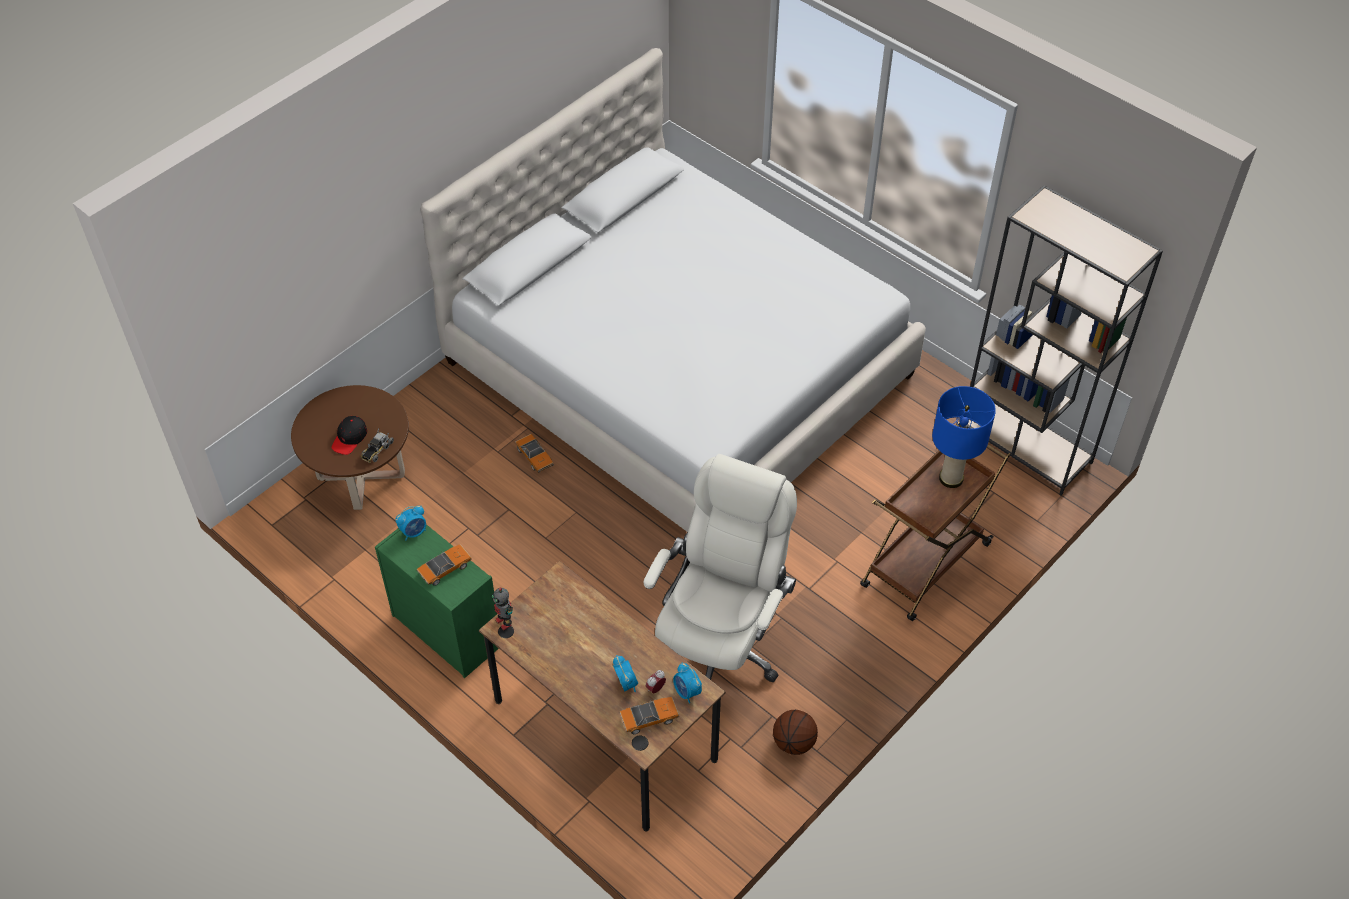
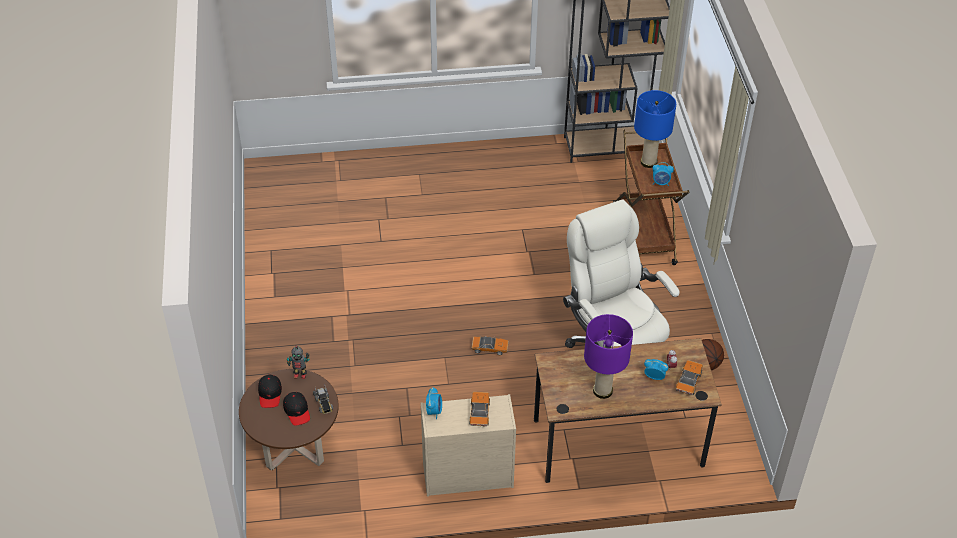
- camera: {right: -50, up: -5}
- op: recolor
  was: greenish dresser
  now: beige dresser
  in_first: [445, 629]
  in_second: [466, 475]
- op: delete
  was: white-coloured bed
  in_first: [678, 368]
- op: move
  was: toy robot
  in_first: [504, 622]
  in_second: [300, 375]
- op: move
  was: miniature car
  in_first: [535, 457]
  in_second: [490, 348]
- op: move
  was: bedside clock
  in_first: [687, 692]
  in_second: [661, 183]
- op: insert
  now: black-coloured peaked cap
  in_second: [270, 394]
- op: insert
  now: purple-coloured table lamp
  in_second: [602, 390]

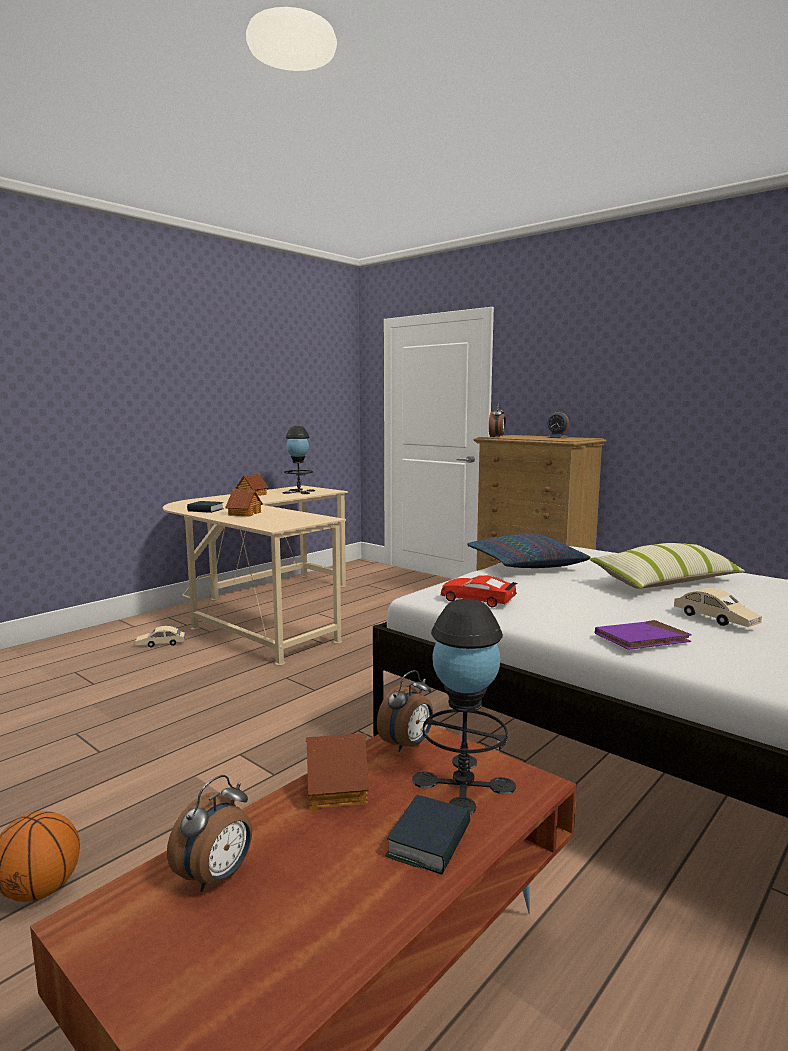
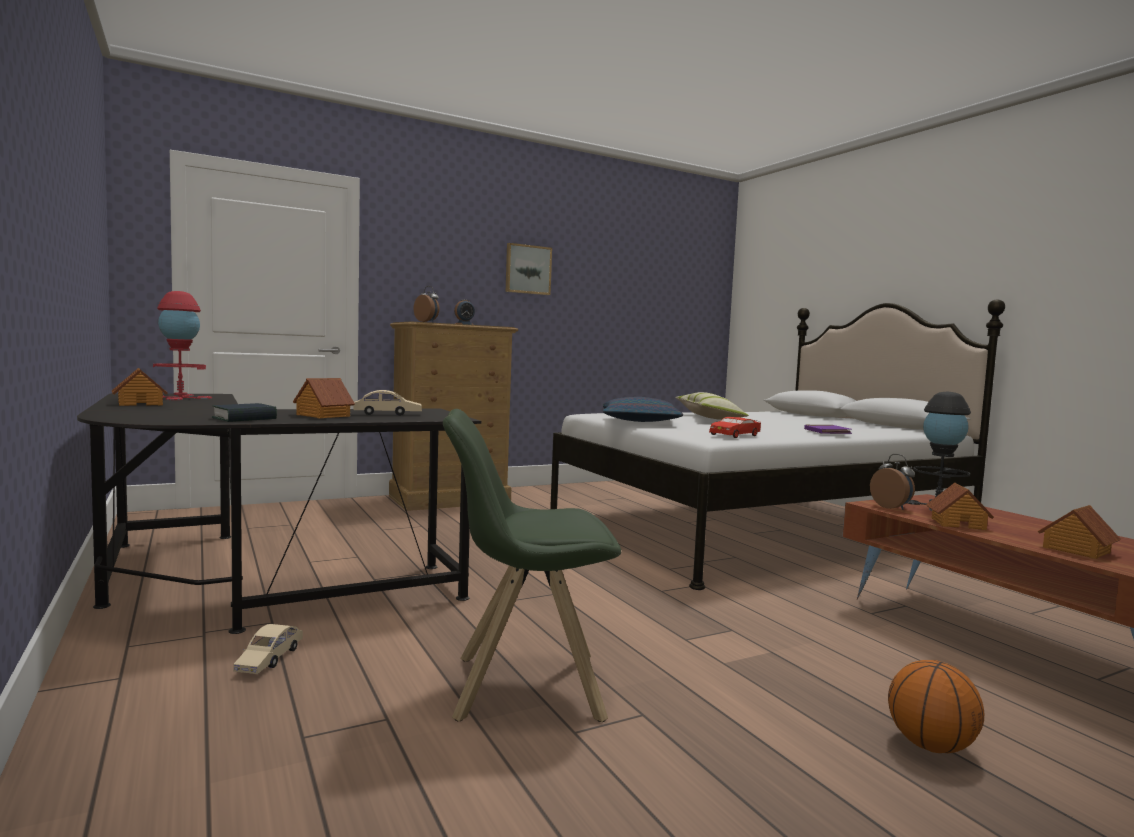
- camera: {right: -70, up: -5}
- op: recolor
  was: beige desk
  now: black-coloured desk
  in_first: [263, 612]
  in_second: [245, 585]
- op: replace
  was: bedside clock
  now: miniature house
  in_first: [216, 877]
  in_second: [1075, 550]
- op: recolor
  was: black-coloured table lamp
  now: red-coloured table lamp
  in_first: [299, 492]
  in_second: [180, 397]
- op: delete
  was: bound book
  in_first: [429, 841]
- op: move
  was: beige miniature car
  in_first: [715, 619]
  in_second: [388, 414]
- op: insert
  now: greenish plain chair
  in_second: [526, 686]
- op: insert
  now: wall art
  in_second: [527, 269]

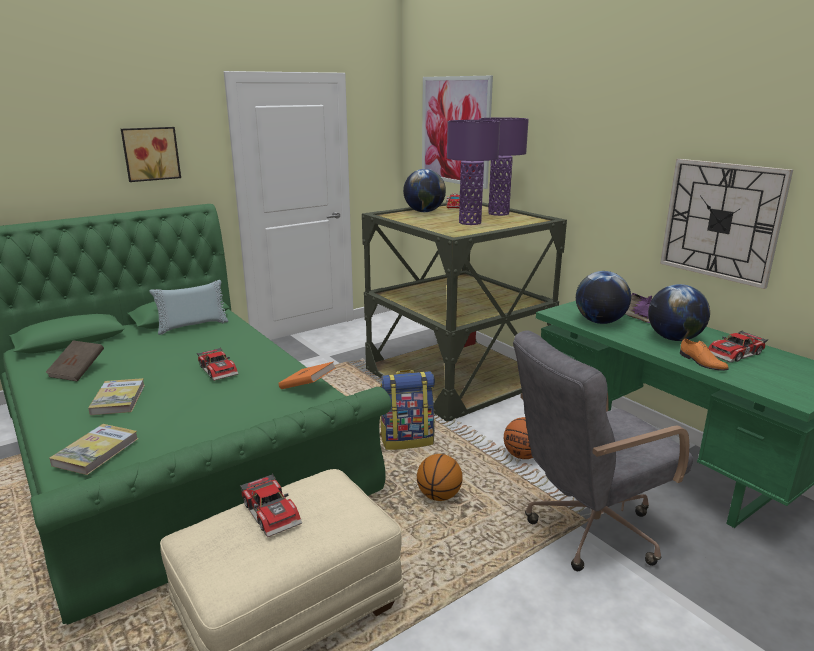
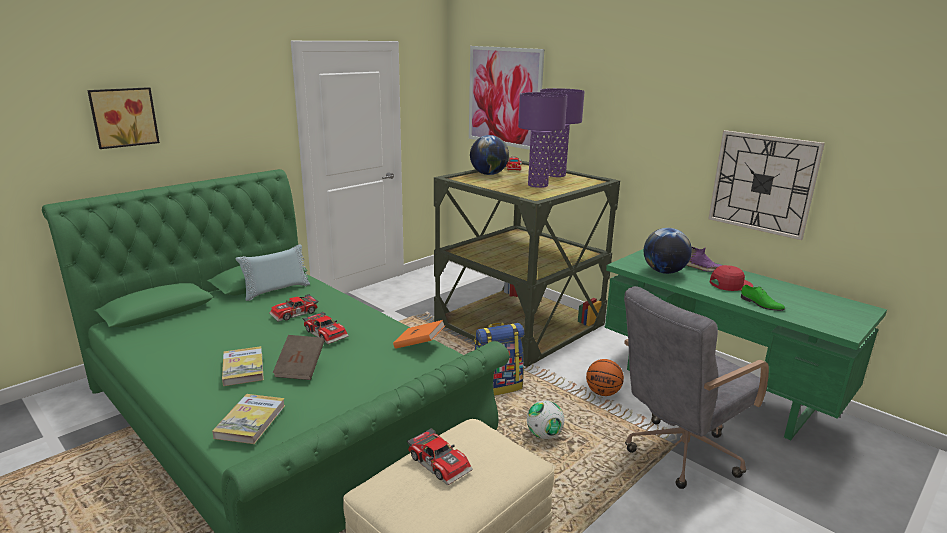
- camera: {right: -10, up: 0}
- op: move
  was: brownish bound book
  in_first: [78, 371]
  in_second: [300, 368]
- op: move
  was: wall art
  in_first: [150, 153]
  in_second: [123, 117]
- op: replace
  was: basketball ball
  now: football ball
  in_first: [439, 496]
  in_second: [544, 435]
- op: replace
  was: desk globe
  now: red-coloured peaked cap
  in_first: [673, 339]
  in_second: [730, 284]
- op: recolor
  was: orangey low shoe
  now: greenish low shoe
  in_first: [701, 362]
  in_second: [761, 304]
- op: move
  was: miniature car
  in_first: [736, 354]
  in_second: [295, 313]

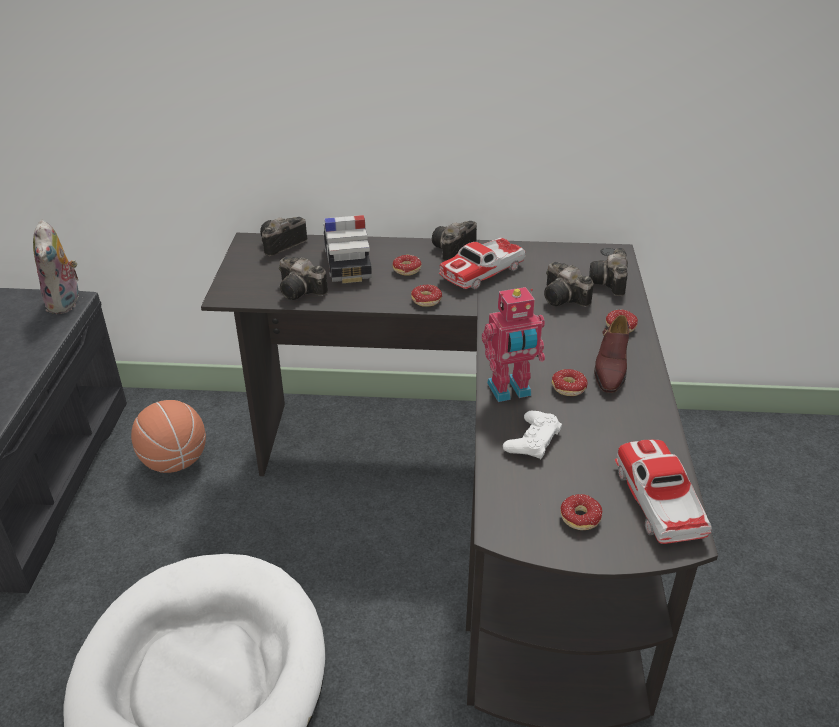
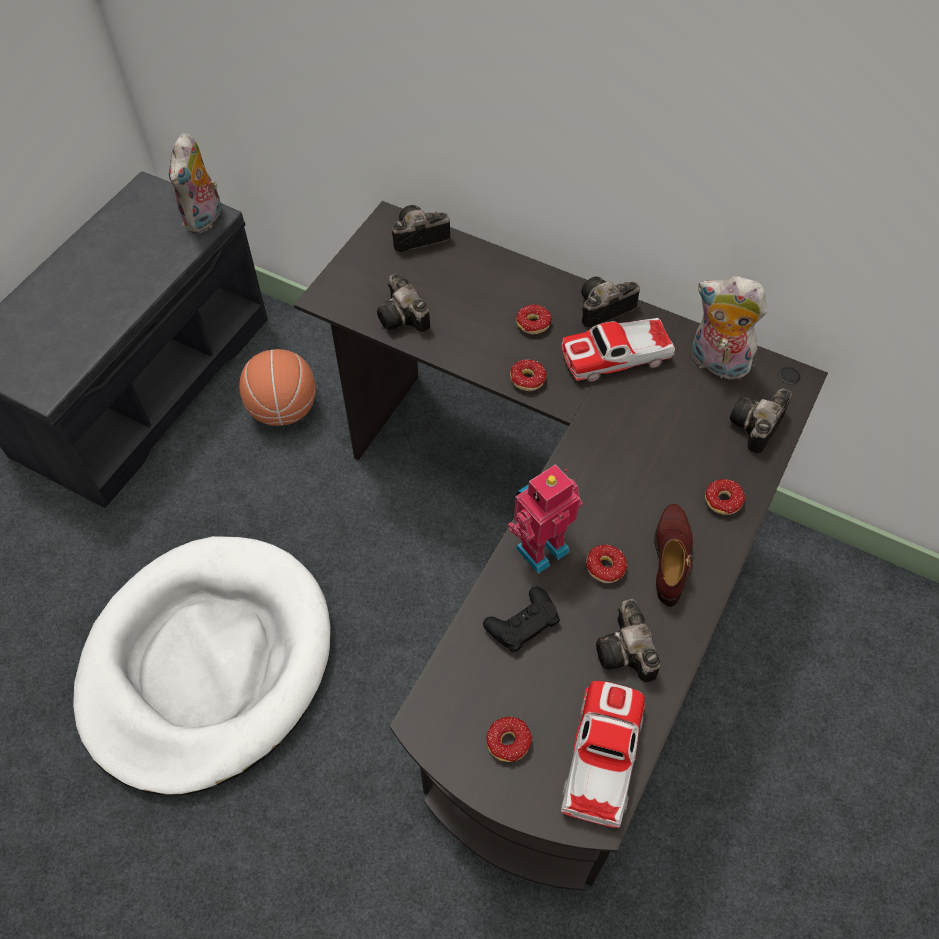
- camera: {right: 25, up: 20}
- op: delete
  was: miniature car
  in_first: [347, 264]
- op: rotate
  was: toy robot
  in_first: [510, 391]
  in_second: [540, 547]
  clockwise: 135
- op: recolor
  was: white-coloured game controller
  now: black-coloured game controller
  in_first: [532, 440]
  in_second: [522, 623]
- op: move
  was: photo camera
  in_first: [565, 299]
  in_second: [627, 654]
- op: rotate
  was: brownish low shoe
  in_first: [610, 367]
  in_second: [671, 557]
  clockwise: 150
- op: insert
  now: cuddly toy
  in_second: [715, 363]

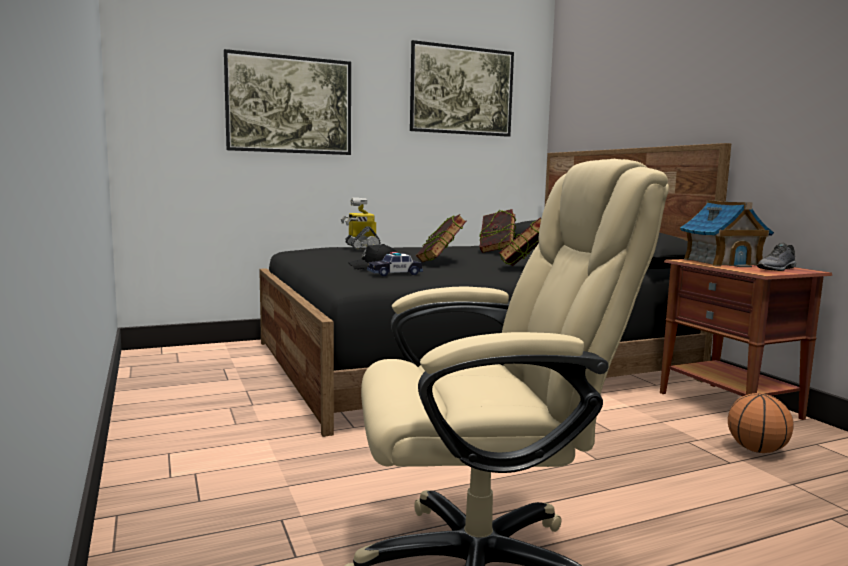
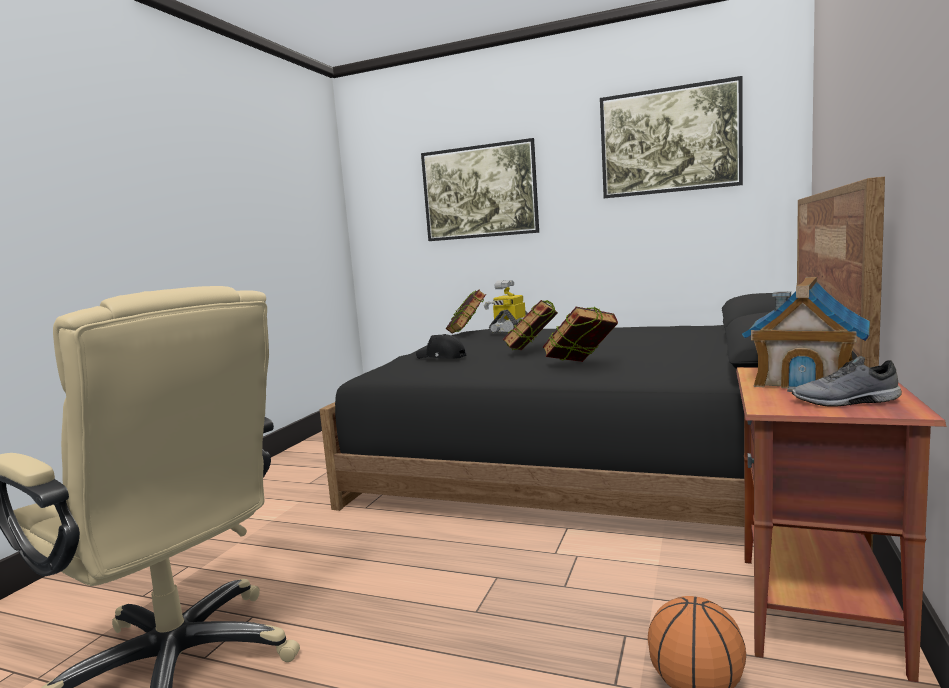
- camera: {right: 45, up: 0}
- op: delete
  was: miniature car
  in_first: [394, 273]
- op: move
  was: bound book
  in_first: [496, 252]
  in_second: [467, 333]

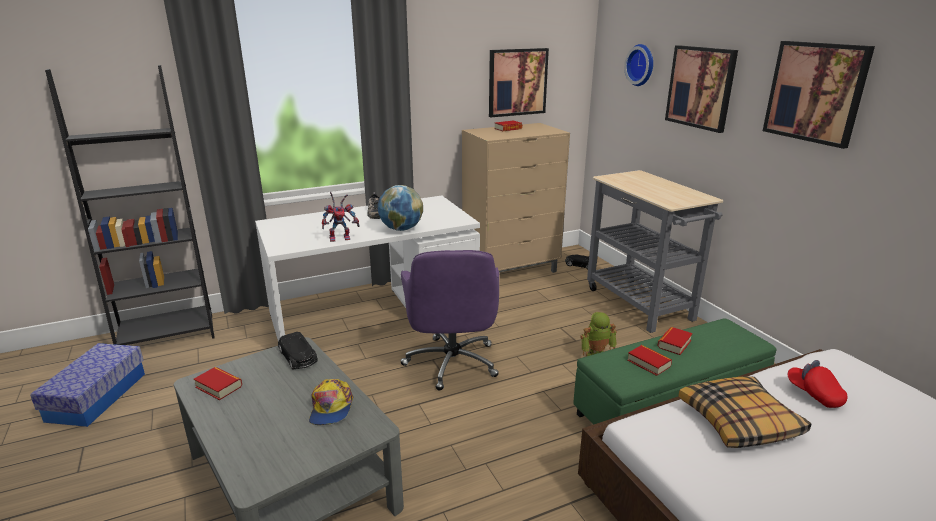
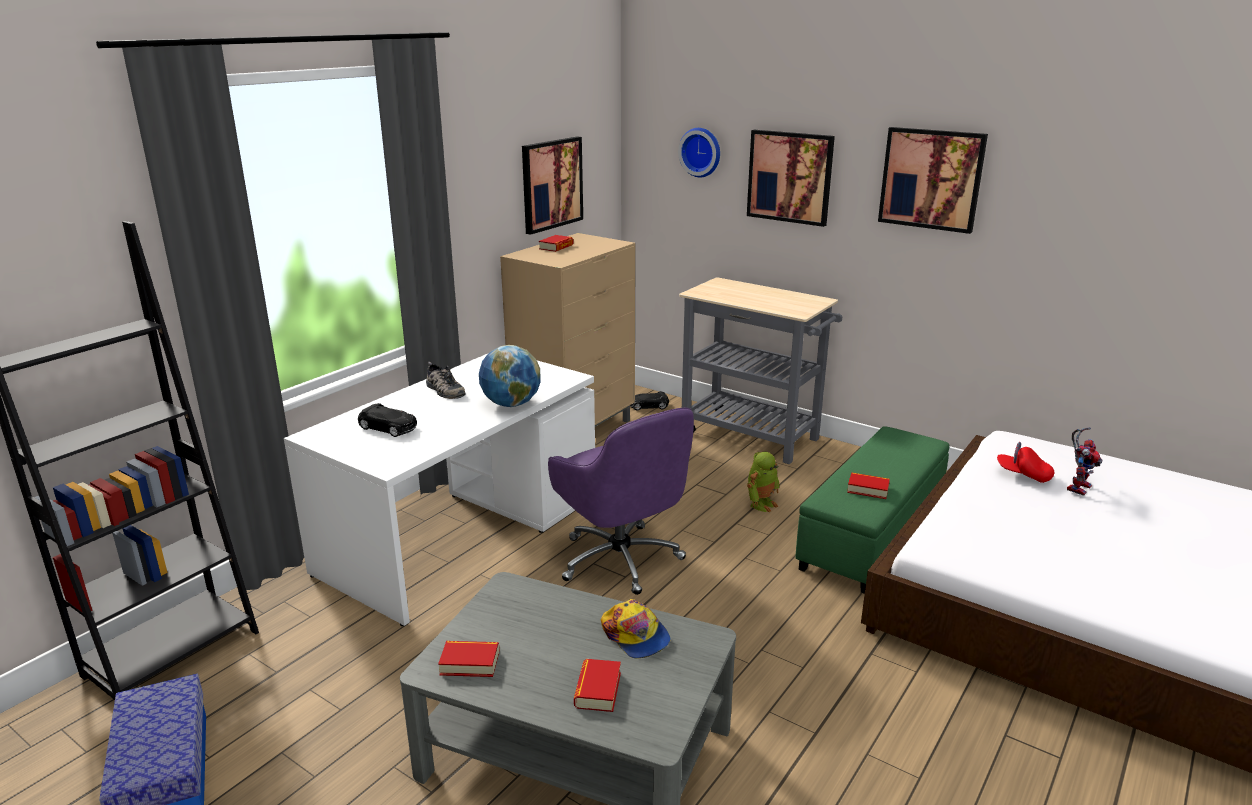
- camera: {right: -30, up: 0}
- op: move
  was: black-coloured miniature car
  in_first: [298, 357]
  in_second: [389, 428]
- op: move
  was: toy robot
  in_first: [341, 238]
  in_second: [1077, 486]
- op: move
  was: bound book
  in_first: [674, 344]
  in_second: [598, 690]
- op: delete
  was: pillow
  in_first: [739, 422]

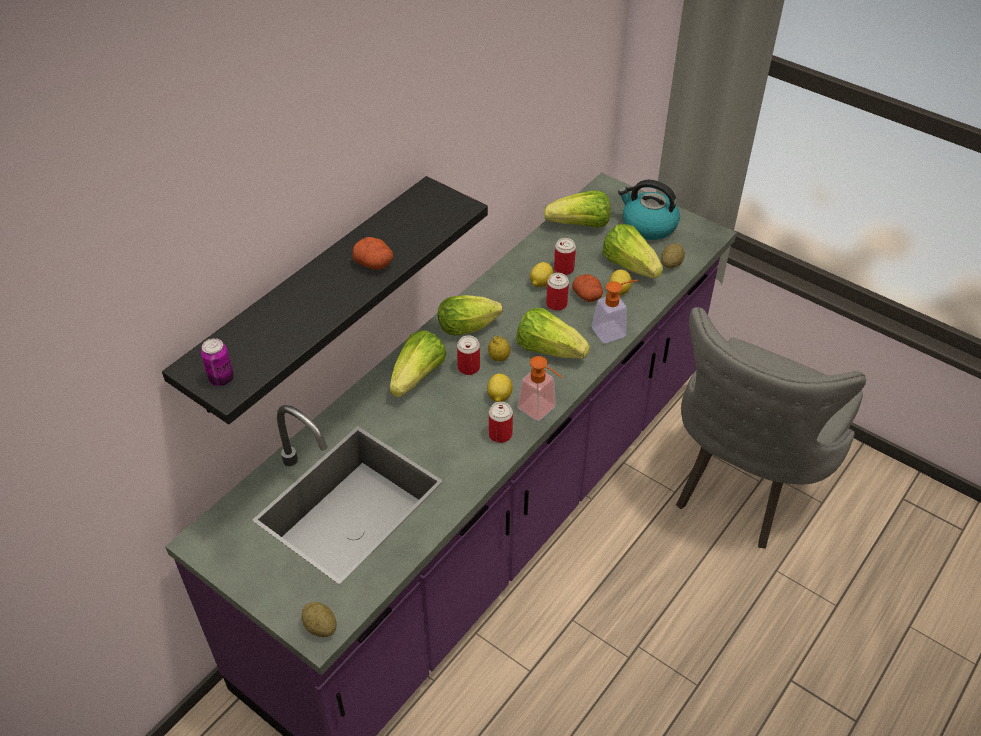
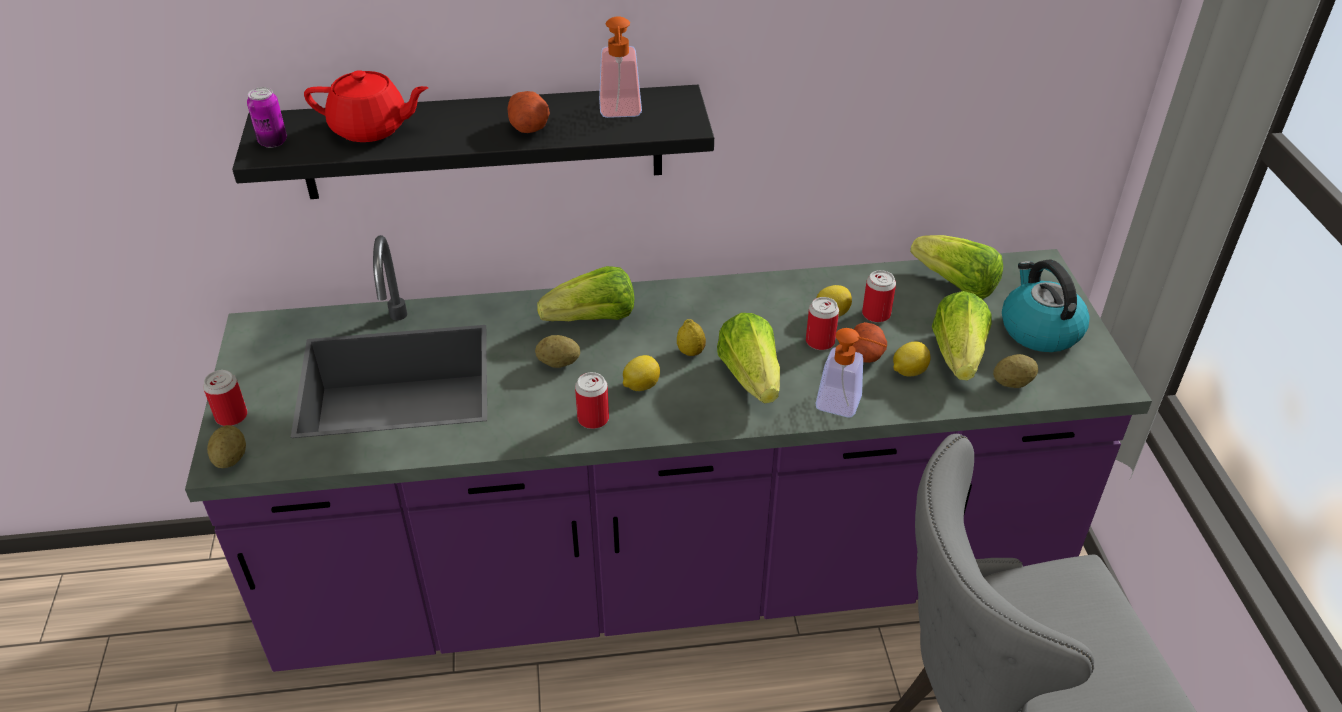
- camera: {right: 45, up: -5}
- op: delete
  was: lettuce head
  in_first: [471, 327]
- op: move
  was: metal can
  in_first: [468, 368]
  in_second: [231, 416]
- op: move
  was: soap dispenser
  in_first: [541, 411]
  in_second: [621, 113]
- op: insert
  now: red-coloured tea pot
  in_second: [371, 129]
- op: insert
  now: potato
  in_second: [558, 363]

